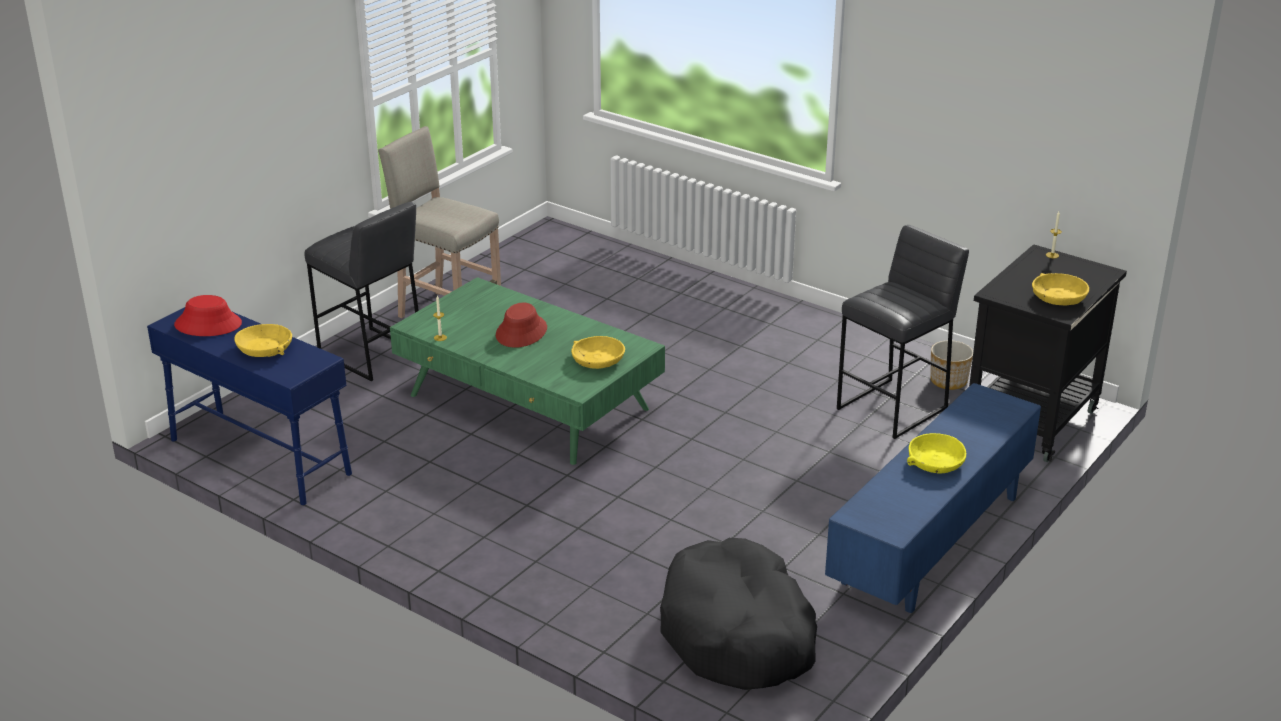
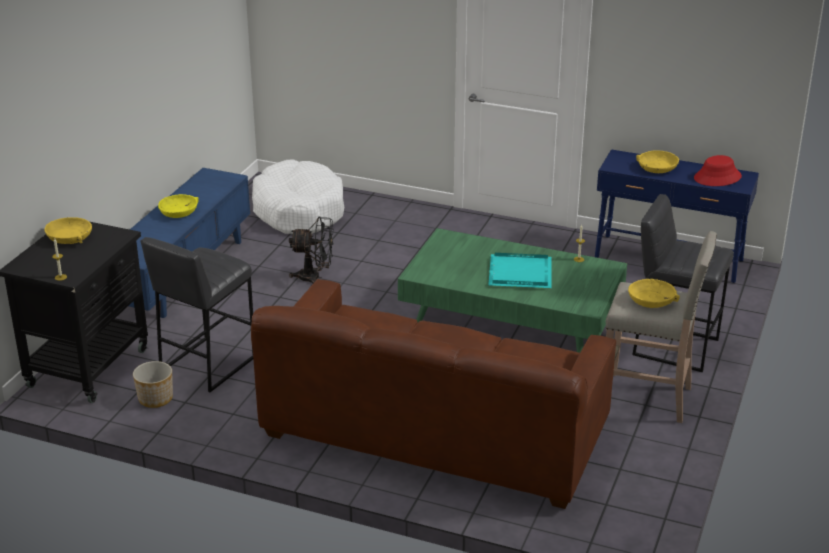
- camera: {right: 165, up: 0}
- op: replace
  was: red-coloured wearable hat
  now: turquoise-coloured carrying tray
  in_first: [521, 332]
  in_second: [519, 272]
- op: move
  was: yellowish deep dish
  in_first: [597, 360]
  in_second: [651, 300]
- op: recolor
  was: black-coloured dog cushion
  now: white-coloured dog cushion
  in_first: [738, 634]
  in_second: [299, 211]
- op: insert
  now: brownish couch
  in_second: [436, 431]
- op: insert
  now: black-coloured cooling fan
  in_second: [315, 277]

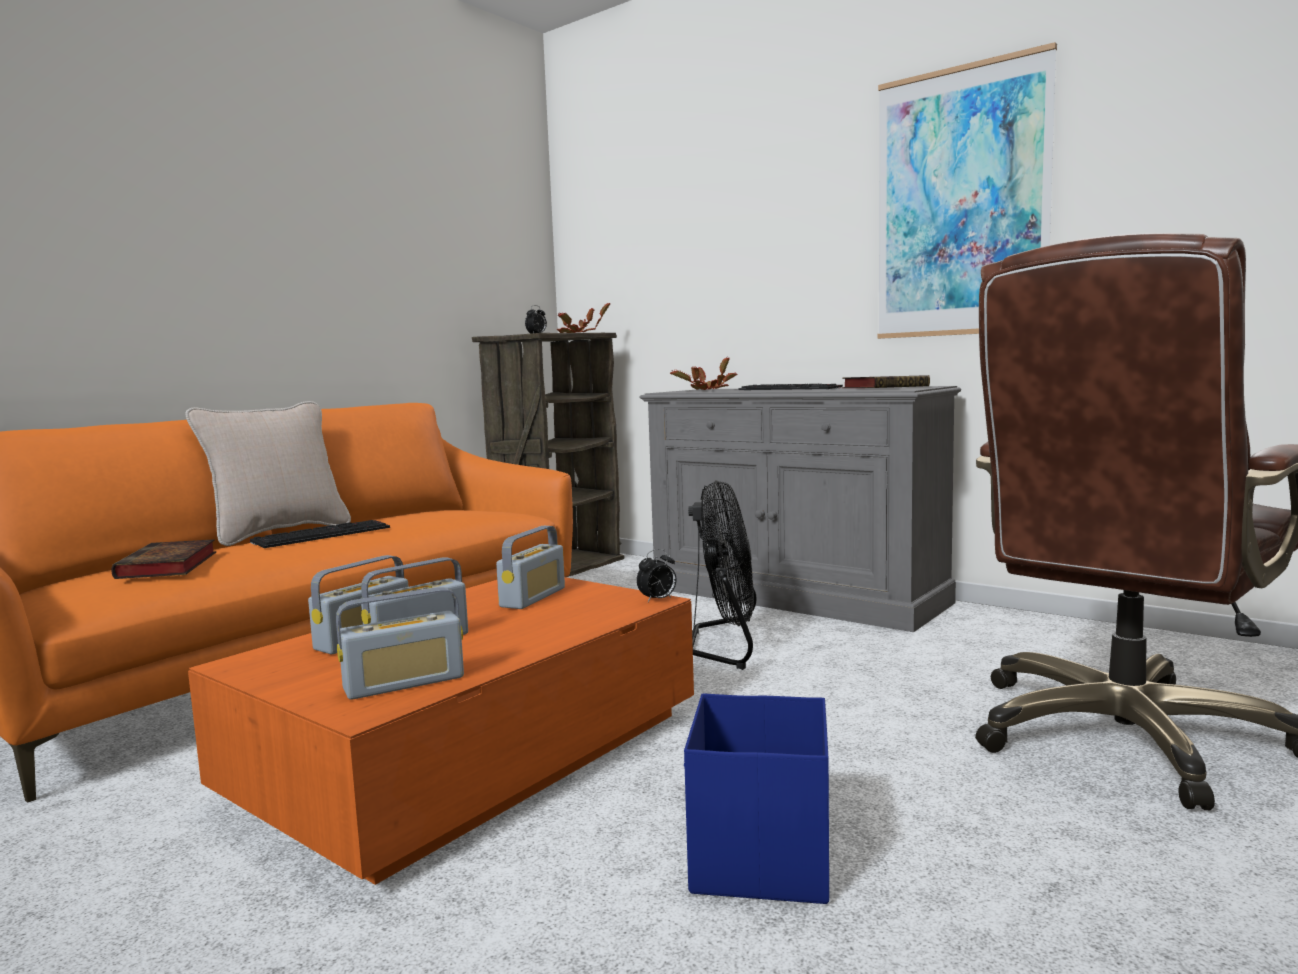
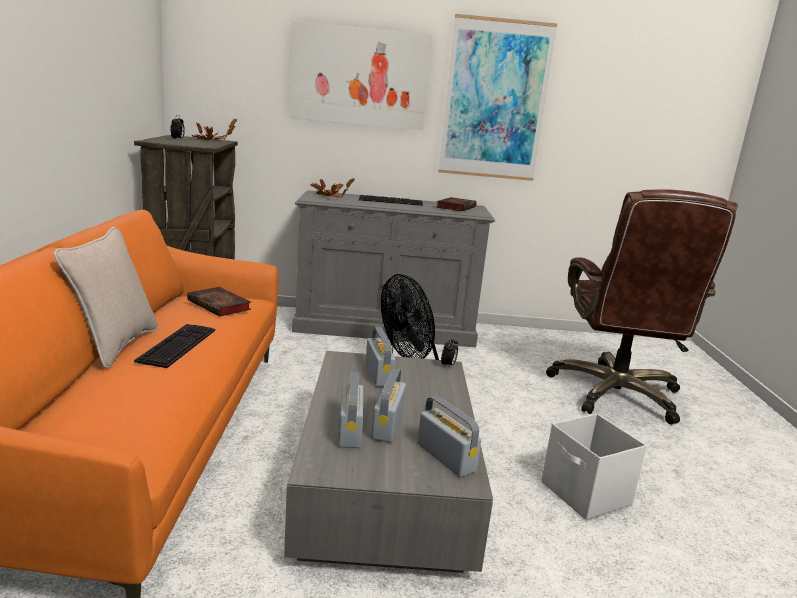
- camera: {right: -40, up: 10}
- op: move
  was: bound book
  in_first: [168, 566]
  in_second: [220, 305]
- op: recolor
  was: orangey coffee table
  now: gray coffee table
  in_first: [474, 755]
  in_second: [385, 482]
- op: rotate
  was: radio
  in_first: [404, 683]
  in_second: [445, 457]
  clockwise: -60
- op: recolor
  was: bluish storage box
  now: white-coloured storage box
  in_first: [759, 860]
  in_second: [585, 495]
- op: insert
  now: wall art
  in_second: [359, 77]

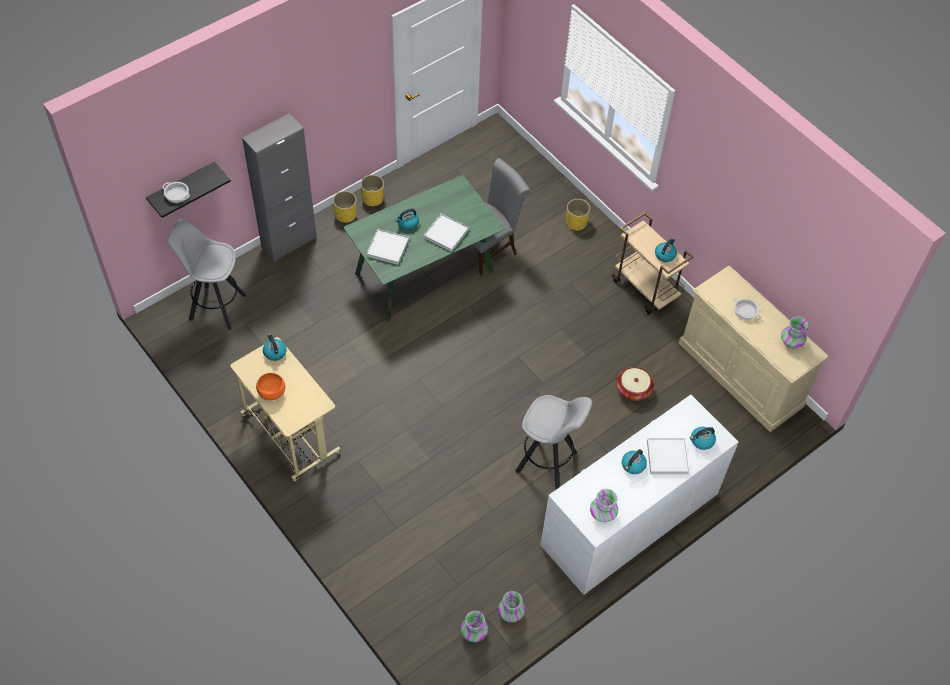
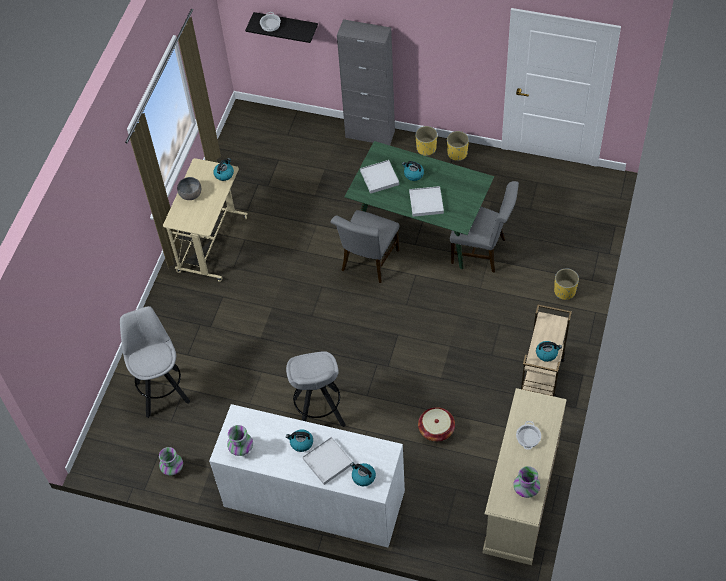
- camera: {right: 60, up: 0}
- op: move
  was: gray stool seat
  in_first: [216, 306]
  in_second: [162, 390]
- op: recolor
  was: orangey deep dish
  now: gray deep dish
  in_first: [272, 392]
  in_second: [190, 194]
- op: delete
  was: flower vase
  in_first: [474, 633]
- op: insert
  now: gray plain chair
  in_second: [368, 263]

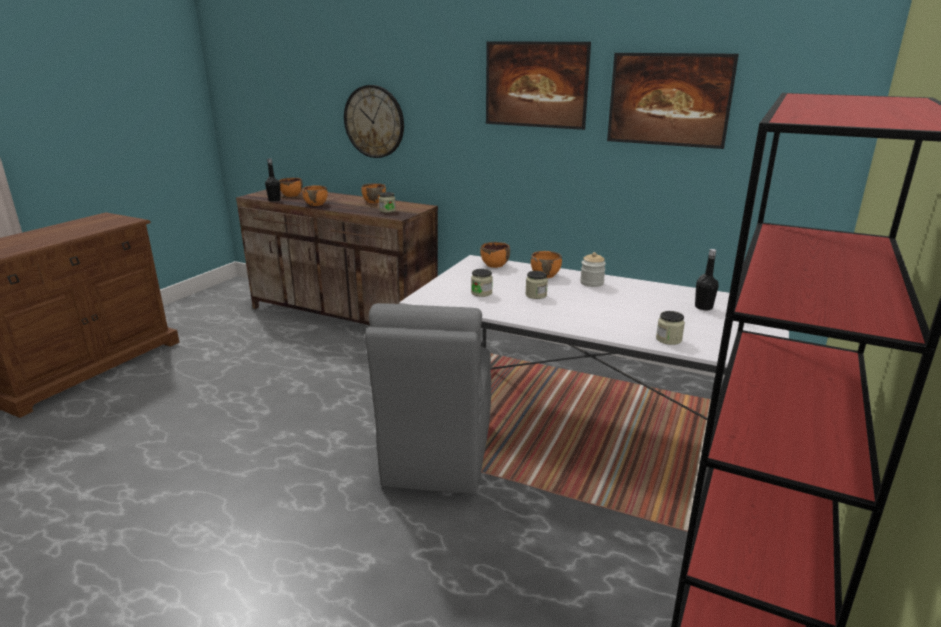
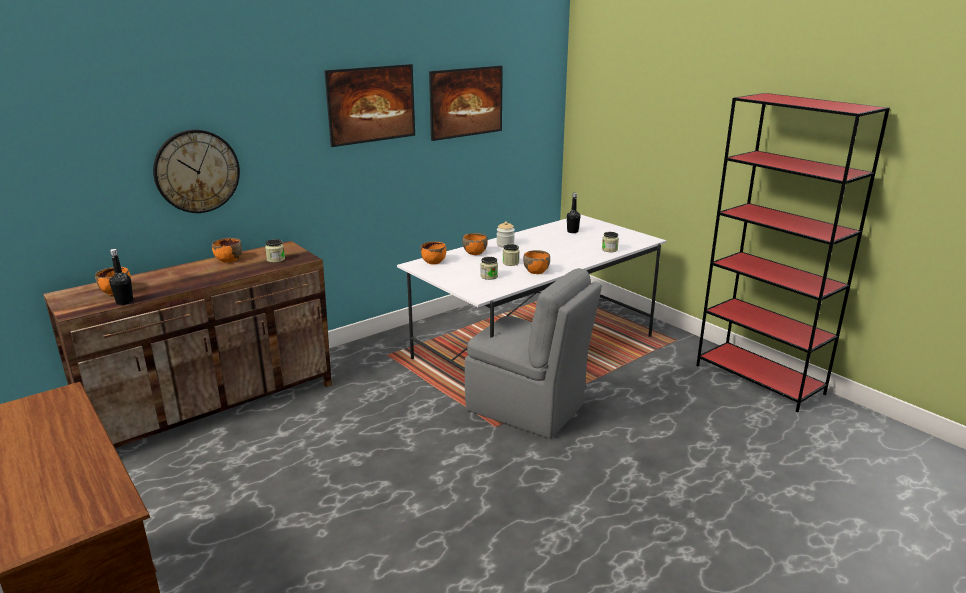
- camera: {right: -65, up: 0}
- op: move
  was: orangey deep dish
  in_first: [316, 204]
  in_second: [536, 271]

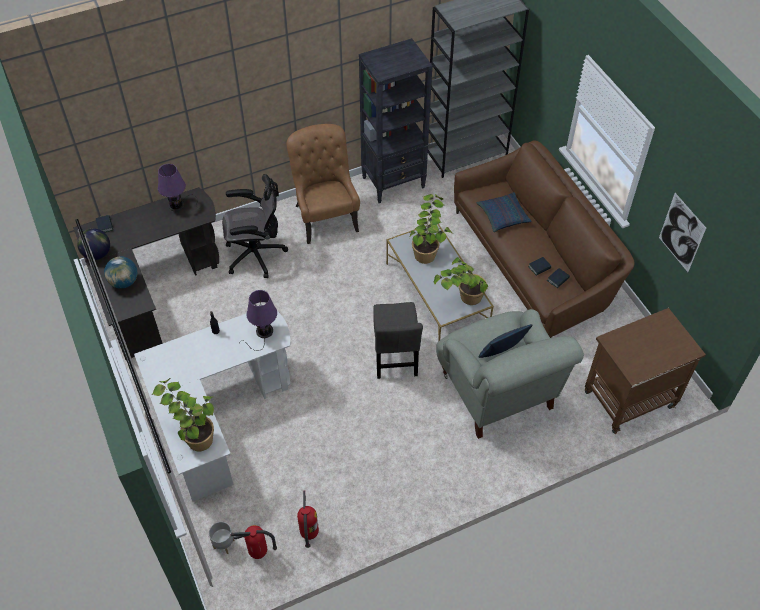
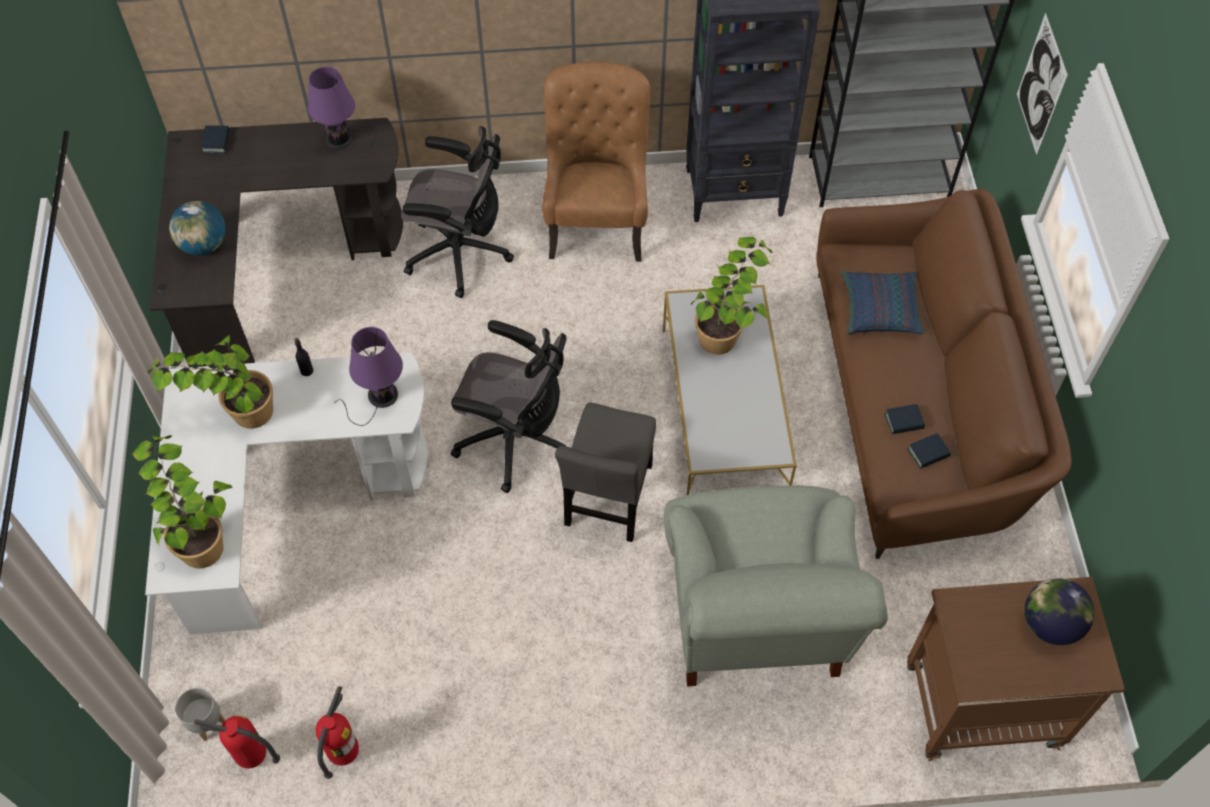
- camera: {right: 20, up: 5}
- op: move
  was: desk globe
  in_first: [97, 254]
  in_second: [1050, 624]
- op: move
  was: plant in a pot
  in_first: [460, 300]
  in_second: [231, 412]
- op: delete
  was: bluish pillow
  in_first: [502, 353]
- op: move
  was: wall art
  in_first: [681, 233]
  in_second: [1041, 85]
- op: insert
  now: desk chair
  in_second: [513, 439]

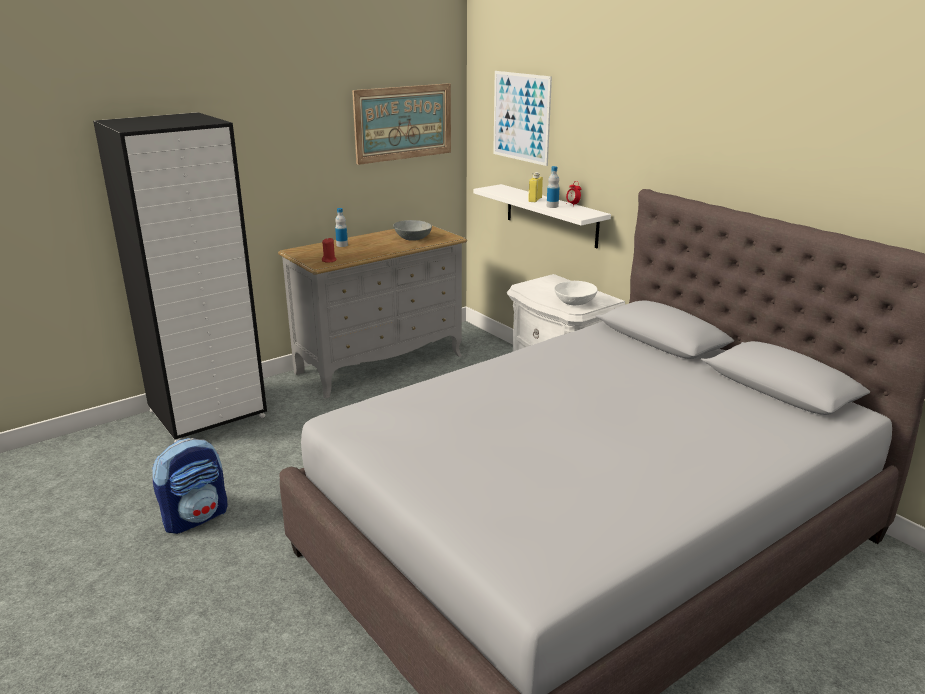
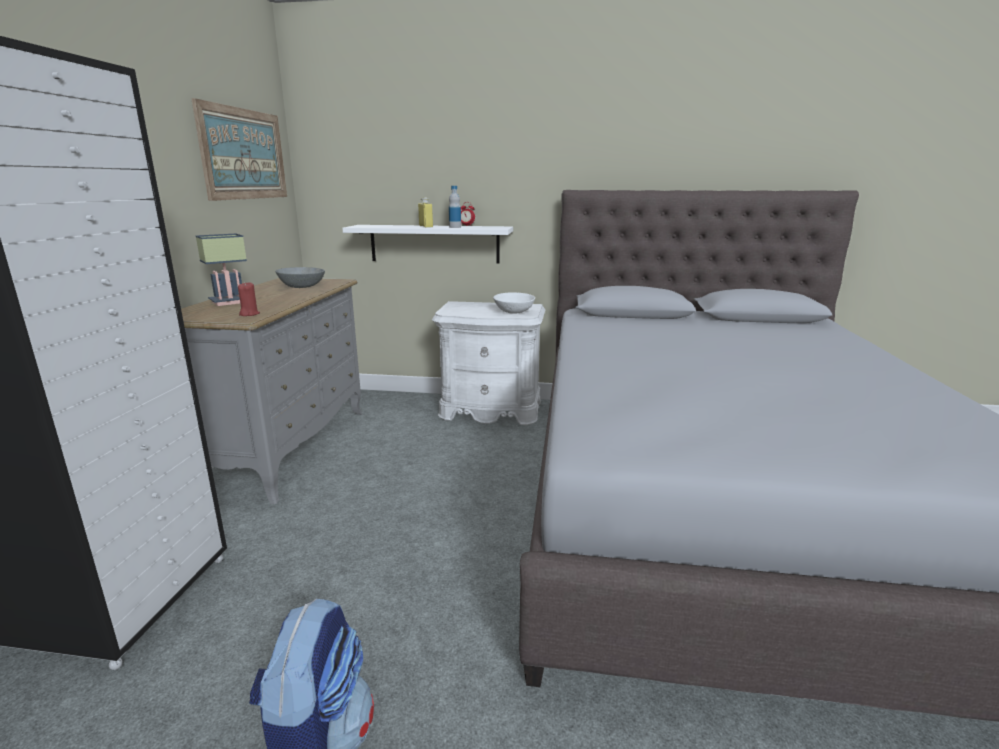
- camera: {right: -45, up: -5}
- op: replace
  was: drink bottle
  now: table lamp
  in_first: [342, 245]
  in_second: [229, 302]
- op: delete
  was: wall art
  in_first: [521, 117]

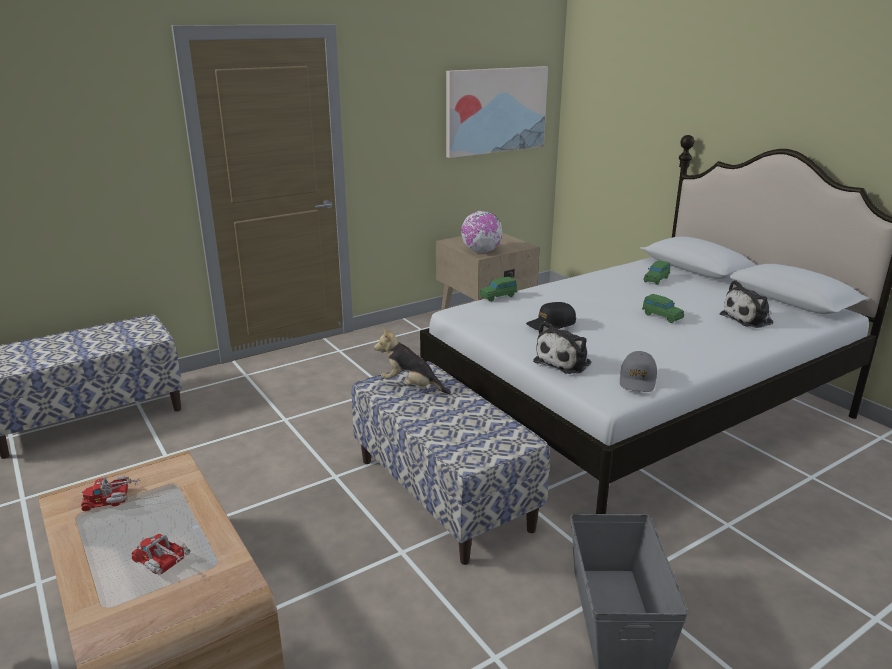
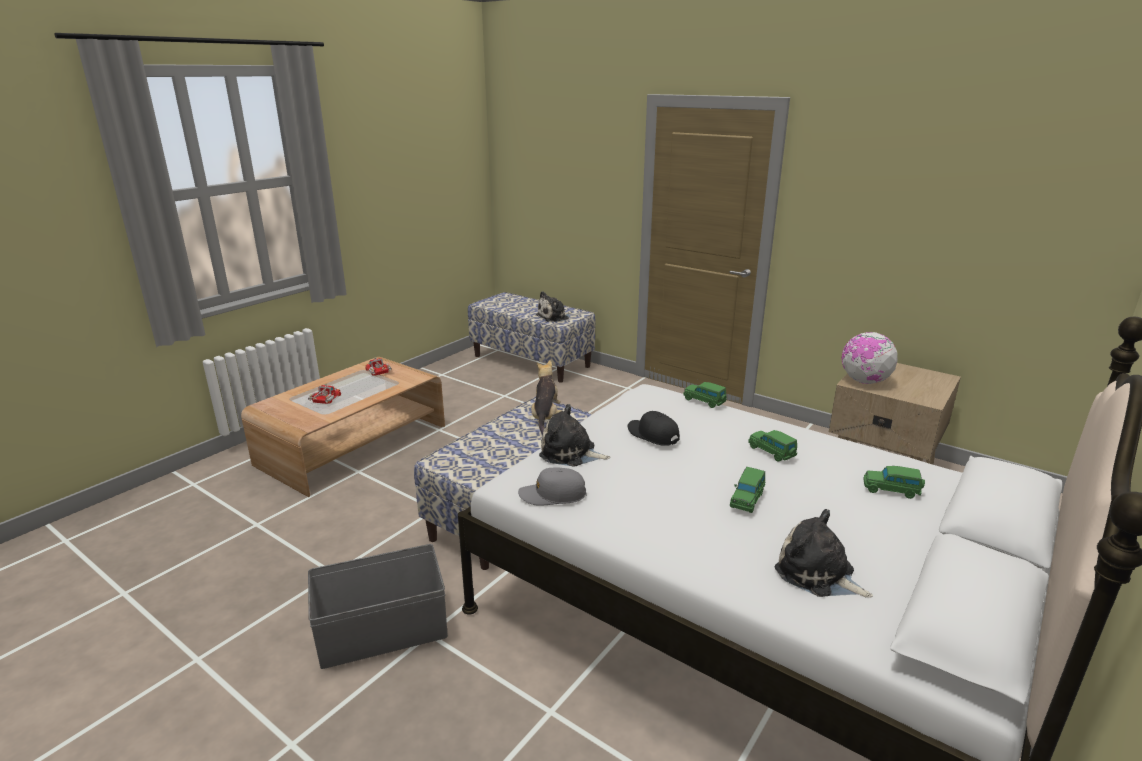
- camera: {right: 70, up: 0}
- op: delete
  was: wall art
  in_first: [495, 110]
- op: insert
  now: cuddly toy
  in_second: [554, 317]
- op: insert
  now: greenish miniature car
  in_second: [772, 452]

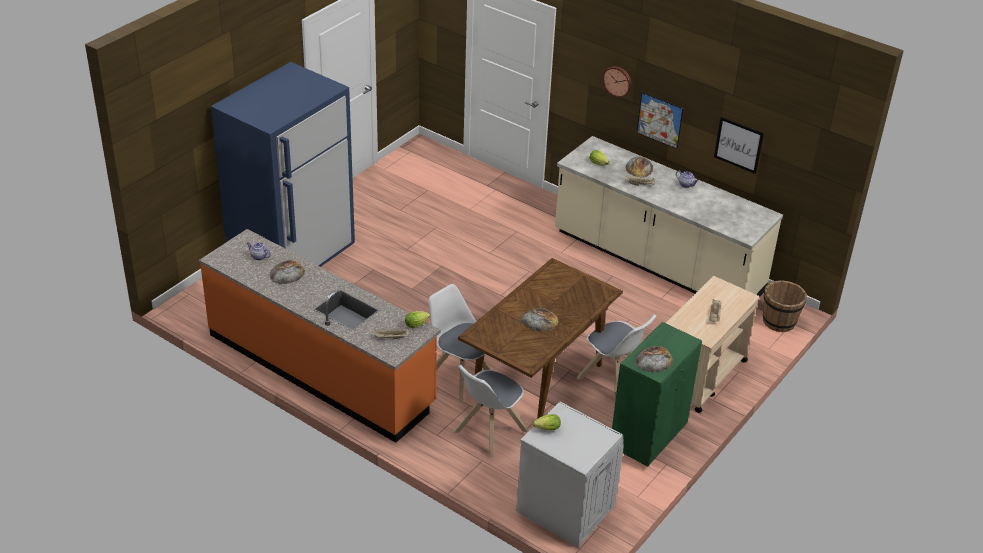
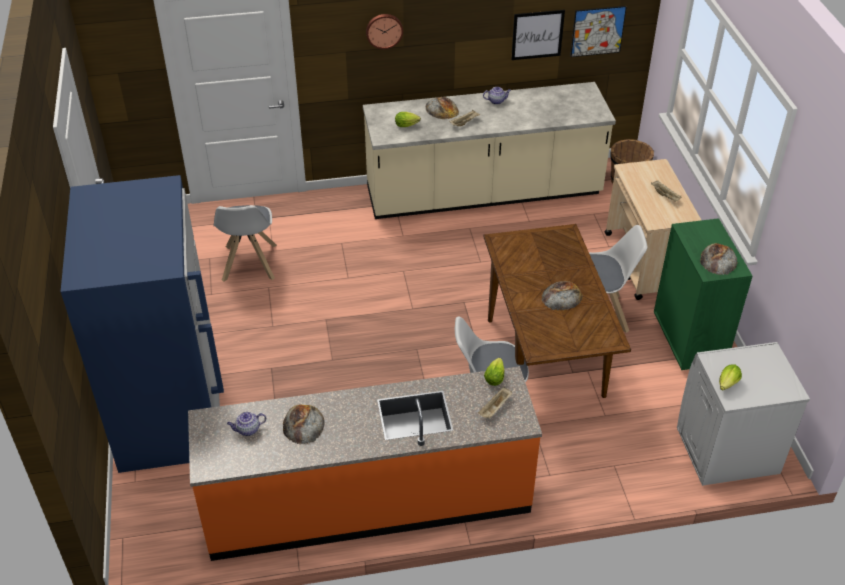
- camera: {right: -45, up: 5}
- op: move
  was: plain chair
  in_first: [489, 432]
  in_second: [249, 264]
- op: move
  was: wall art
  in_first: [659, 120]
  in_second: [597, 31]

